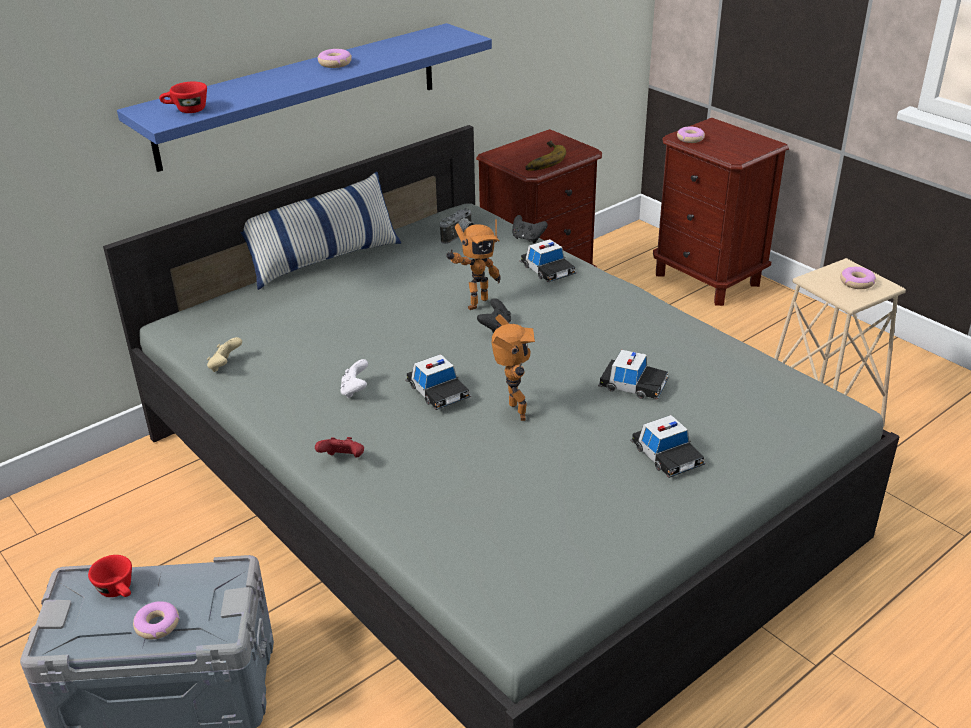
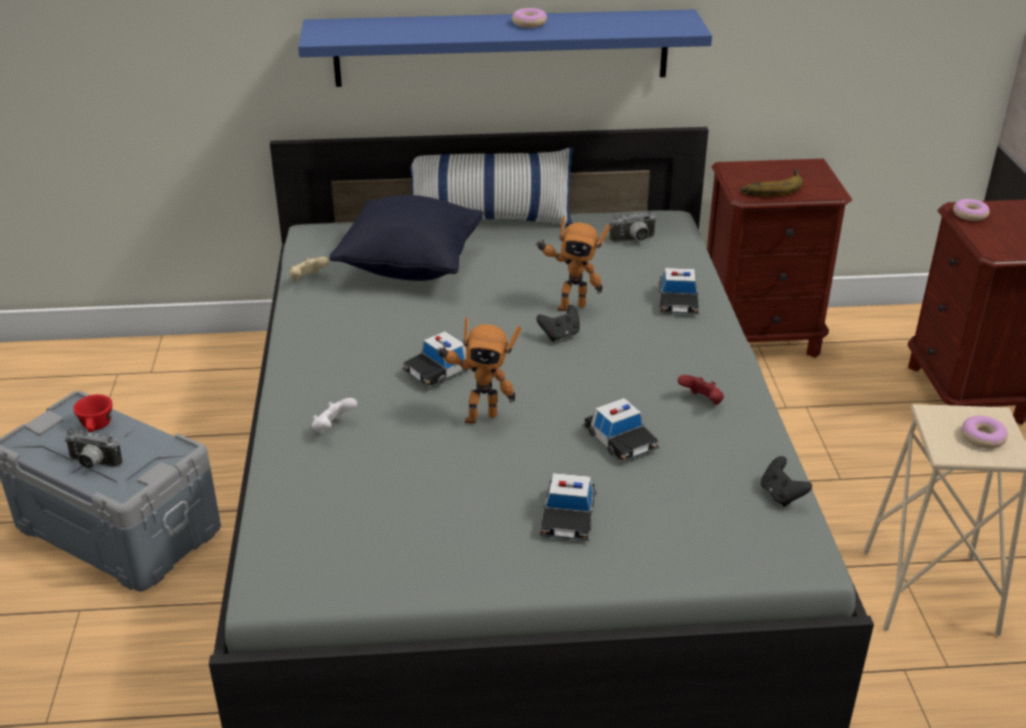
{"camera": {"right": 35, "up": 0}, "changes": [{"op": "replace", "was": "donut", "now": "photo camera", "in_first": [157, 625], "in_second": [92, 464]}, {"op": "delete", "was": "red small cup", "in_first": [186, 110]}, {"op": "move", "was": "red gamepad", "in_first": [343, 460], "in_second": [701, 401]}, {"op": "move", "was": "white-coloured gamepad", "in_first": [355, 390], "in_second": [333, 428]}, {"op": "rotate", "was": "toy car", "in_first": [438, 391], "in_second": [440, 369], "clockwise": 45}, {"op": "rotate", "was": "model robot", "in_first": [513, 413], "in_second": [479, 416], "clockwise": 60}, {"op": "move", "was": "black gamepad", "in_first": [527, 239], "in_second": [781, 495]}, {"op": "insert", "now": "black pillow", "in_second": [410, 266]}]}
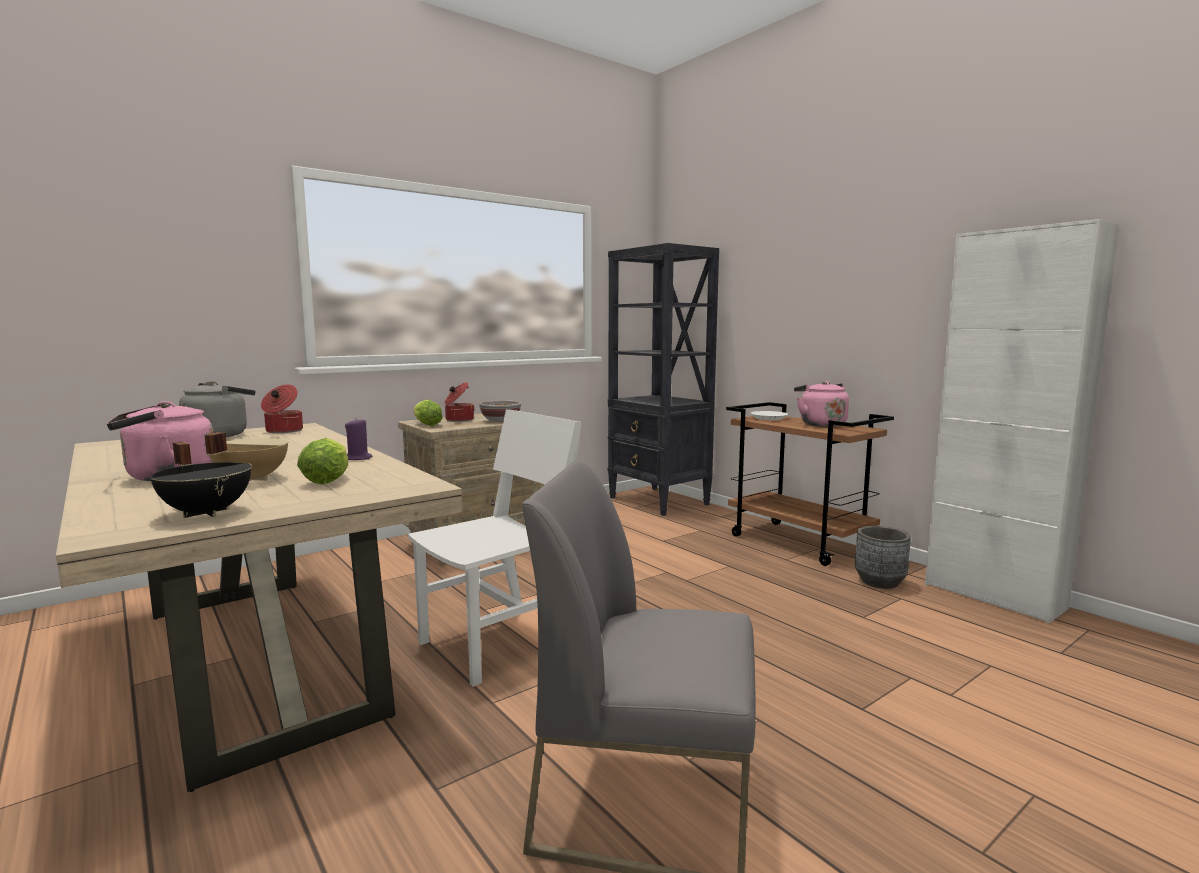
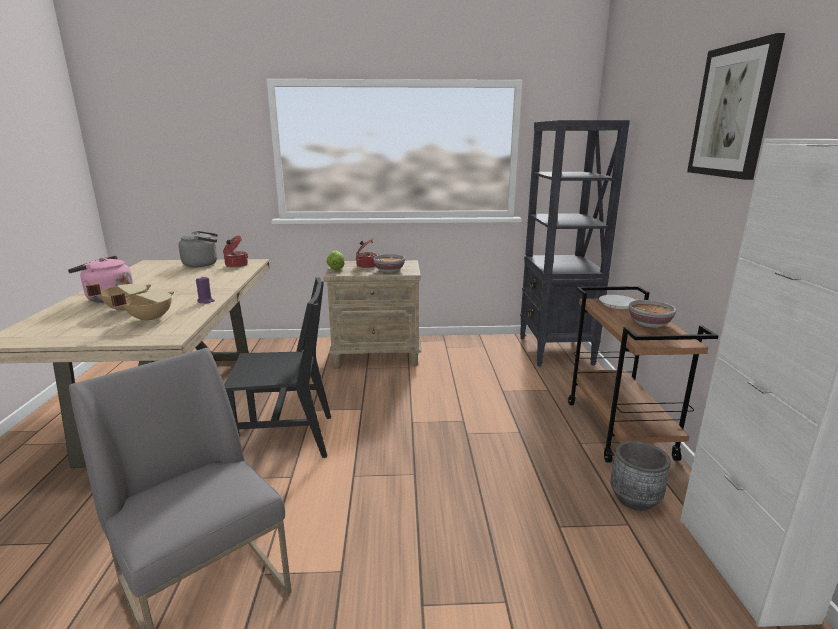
{"camera": {"right": 35, "up": 10}, "changes": [{"op": "delete", "was": "black cooking pot", "in_first": [208, 512]}, {"op": "replace", "was": "head of lettuce", "now": "sand-coloured cooking pot", "in_first": [329, 480], "in_second": [150, 319]}, {"op": "recolor", "was": "white-coloured plain chair", "now": "black plain chair", "in_first": [500, 643], "in_second": [287, 438]}, {"op": "replace", "was": "pinkish kettle", "now": "deep dish", "in_first": [820, 424], "in_second": [649, 324]}, {"op": "insert", "now": "wall picture", "in_second": [733, 112]}]}
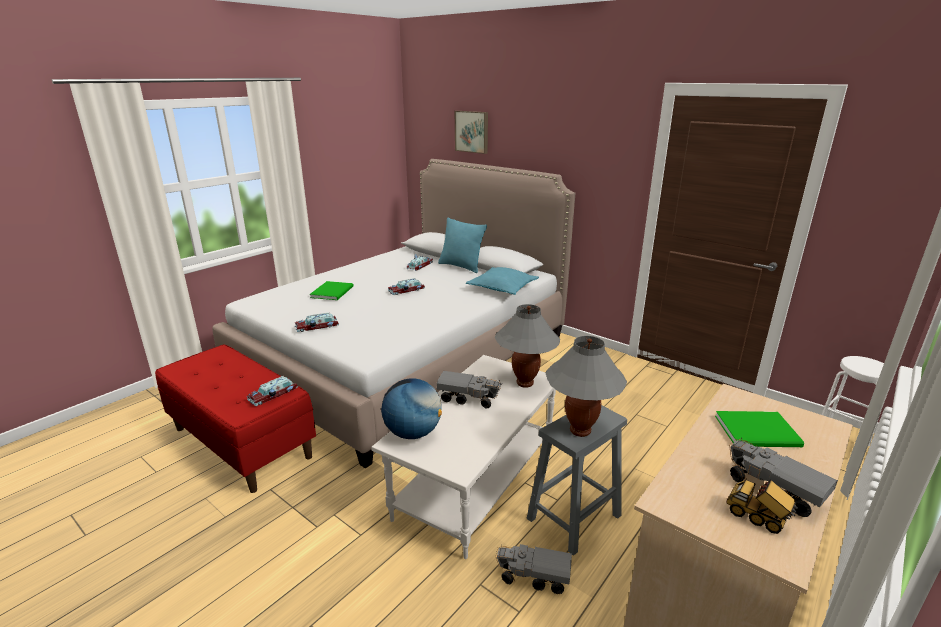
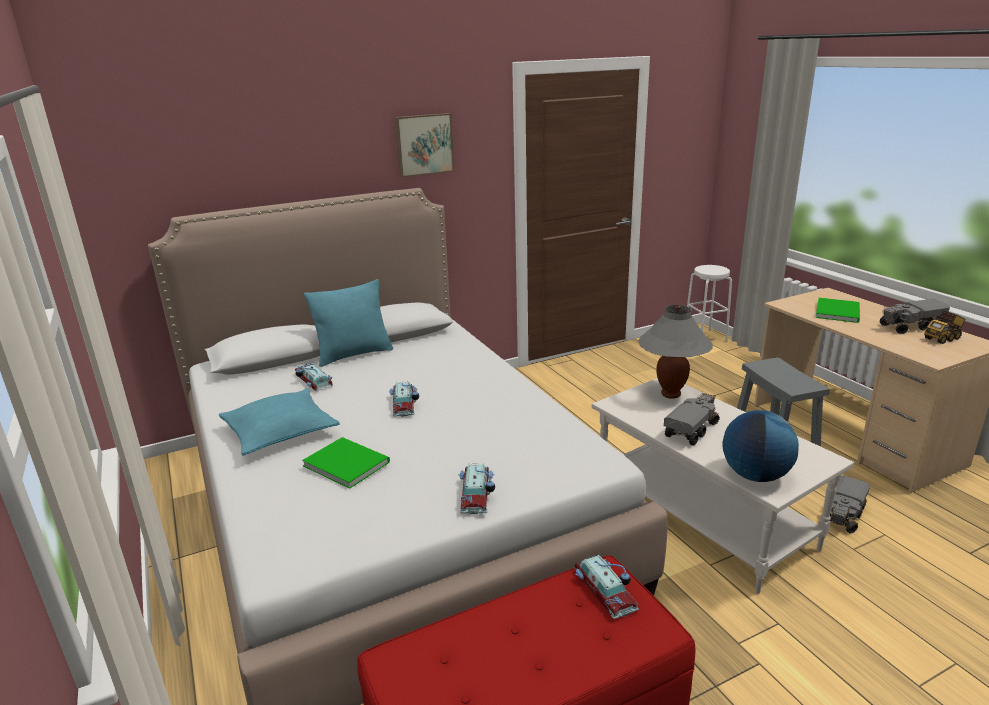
{"camera": {"right": -65, "up": 0}, "changes": [{"op": "move", "was": "wall picture", "in_first": [472, 131], "in_second": [424, 144]}, {"op": "move", "was": "blue-green pillow", "in_first": [502, 288], "in_second": [280, 432]}, {"op": "delete", "was": "greyish lamp for a table", "in_first": [580, 430]}]}
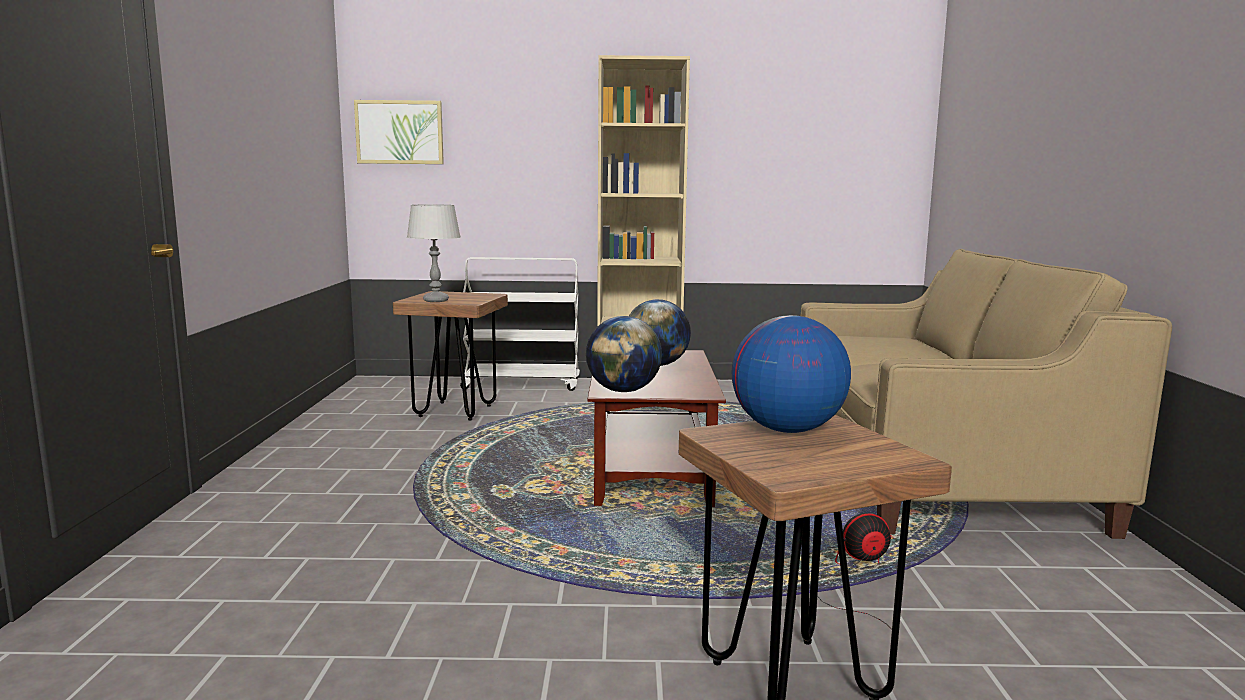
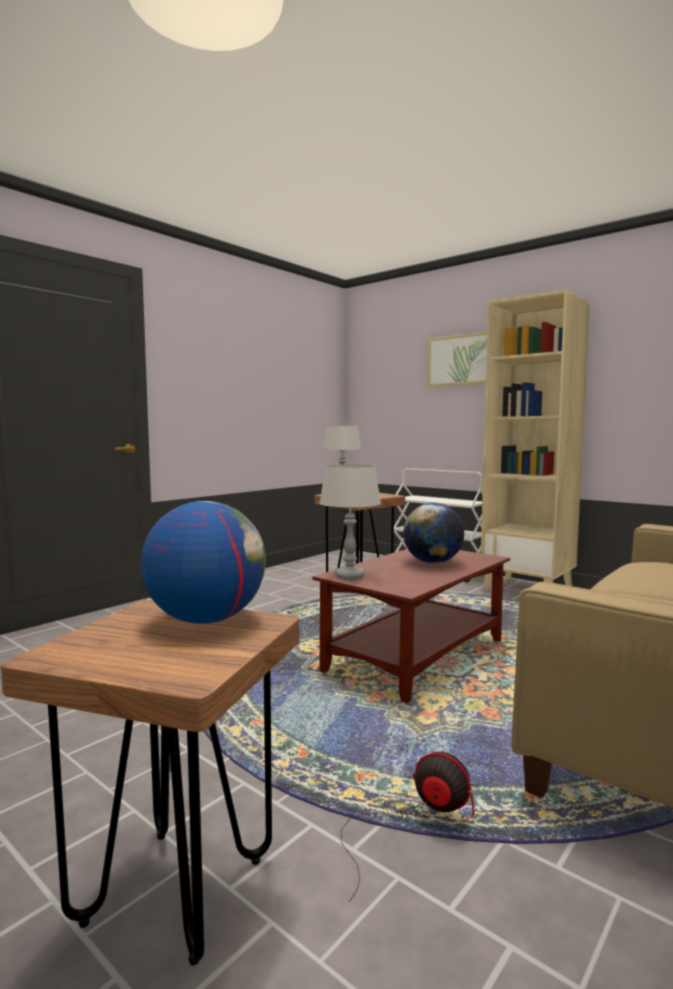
{"camera": {"right": 40, "up": -5}, "changes": [{"op": "move", "was": "wall picture", "in_first": [399, 132], "in_second": [459, 360]}, {"op": "replace", "was": "globe", "now": "greyish lamp for a table", "in_first": [623, 391], "in_second": [350, 576]}]}
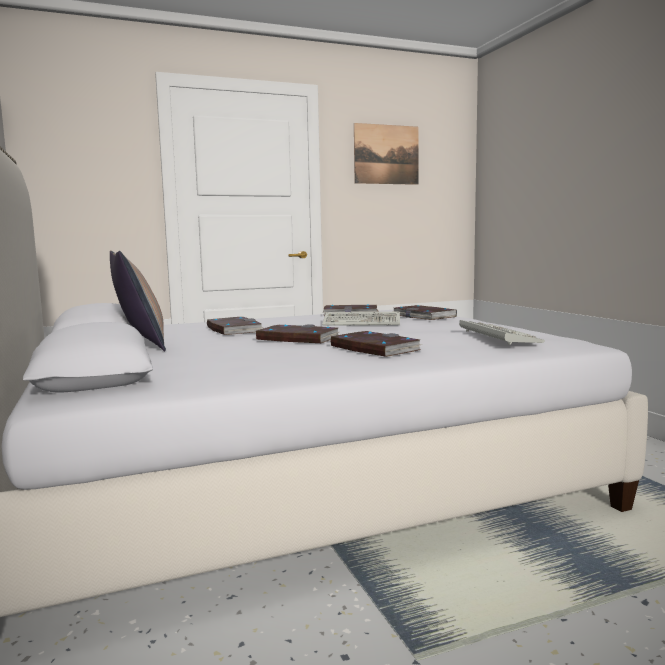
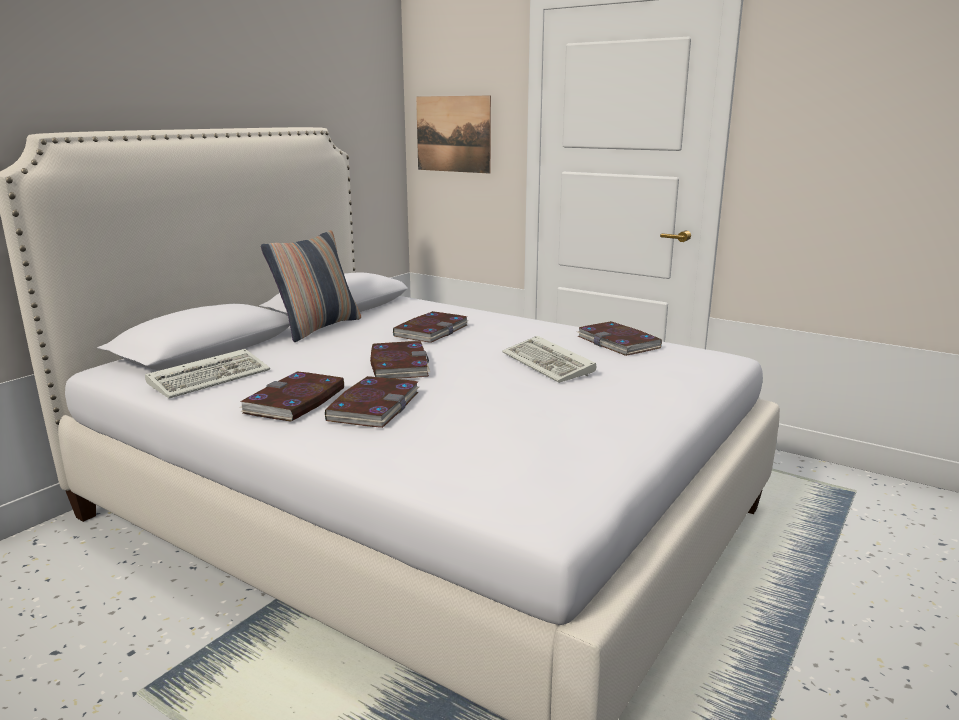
{"camera": {"right": 55, "up": 10}, "changes": [{"op": "move", "was": "wall picture", "in_first": [386, 154], "in_second": [453, 134]}, {"op": "move", "was": "book", "in_first": [424, 316], "in_second": [295, 401]}, {"op": "move", "was": "PC keyboard", "in_first": [495, 336], "in_second": [212, 377]}]}
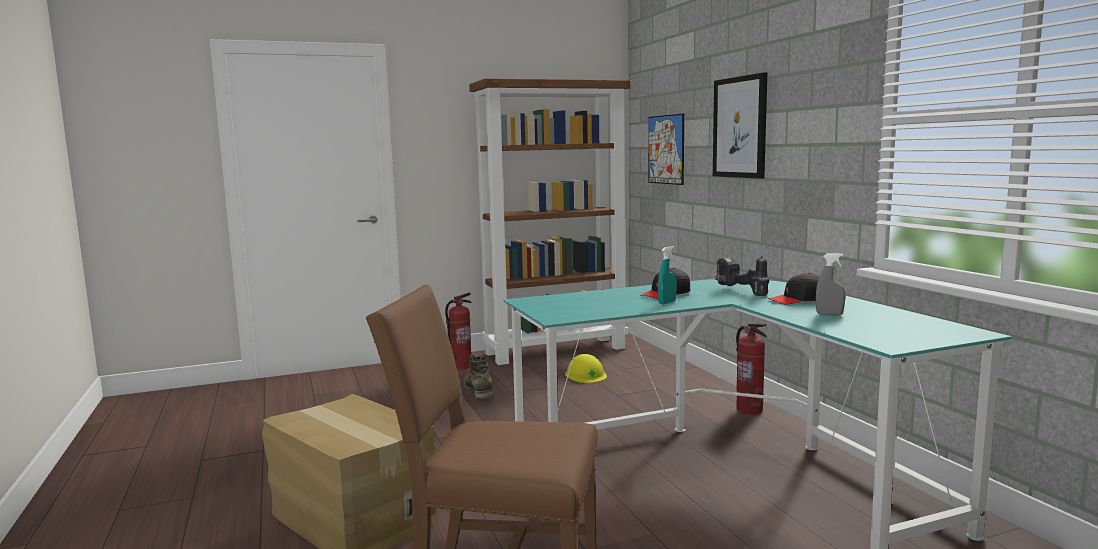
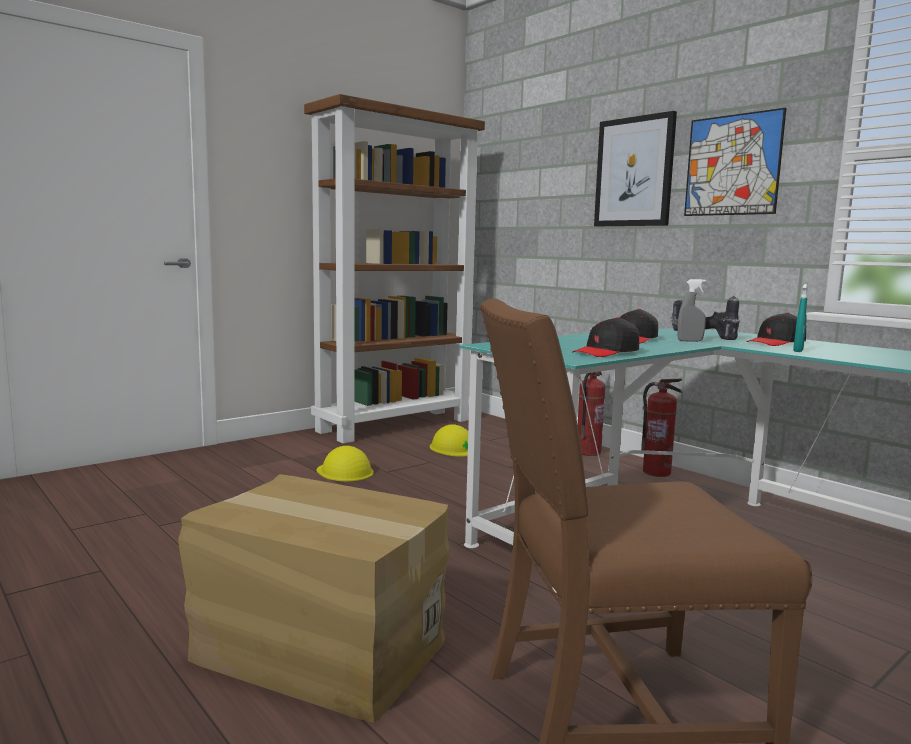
{"camera": {"right": -20, "up": 0}, "changes": [{"op": "move", "was": "fire extinguisher", "in_first": [461, 366], "in_second": [588, 452]}, {"op": "replace", "was": "greenish tall boot", "now": "yellowish work helmet", "in_first": [478, 390], "in_second": [345, 471]}, {"op": "move", "was": "wall picture", "in_first": [666, 149], "in_second": [732, 165]}, {"op": "move", "was": "blue-green spray bottle", "in_first": [667, 302], "in_second": [798, 350]}, {"op": "move", "was": "greyish spray bottle", "in_first": [829, 314], "in_second": [690, 341]}, {"op": "insert", "now": "black baseball cap", "in_second": [606, 352]}]}
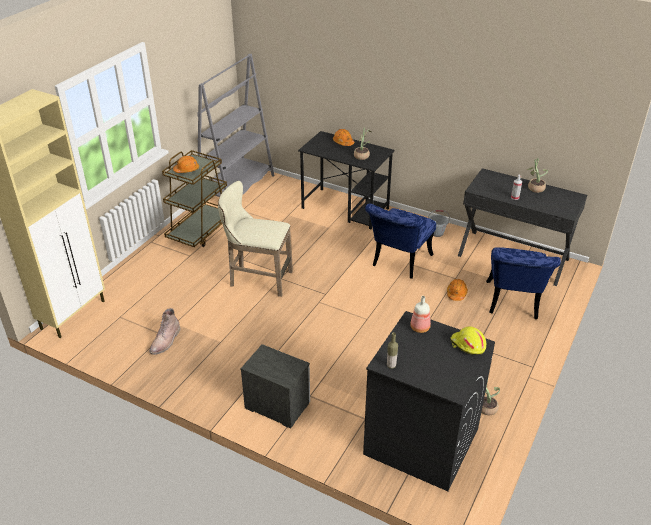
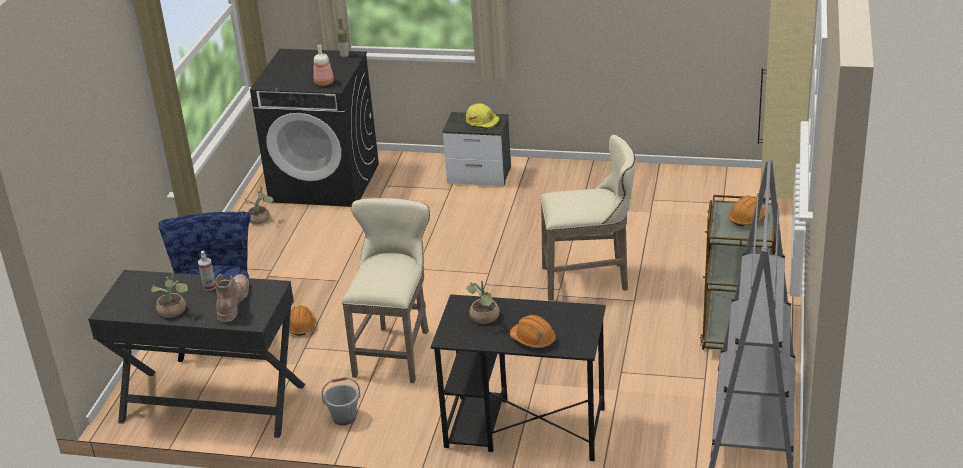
{"camera": {"right": 165, "up": -5}, "changes": [{"op": "move", "was": "brown-coloured tall boot", "in_first": [166, 341], "in_second": [232, 302]}, {"op": "replace", "was": "blue-coloured plain chair", "now": "sand-coloured stool seat", "in_first": [398, 263], "in_second": [396, 350]}, {"op": "move", "was": "yellowish work helmet", "in_first": [467, 345], "in_second": [482, 122]}]}
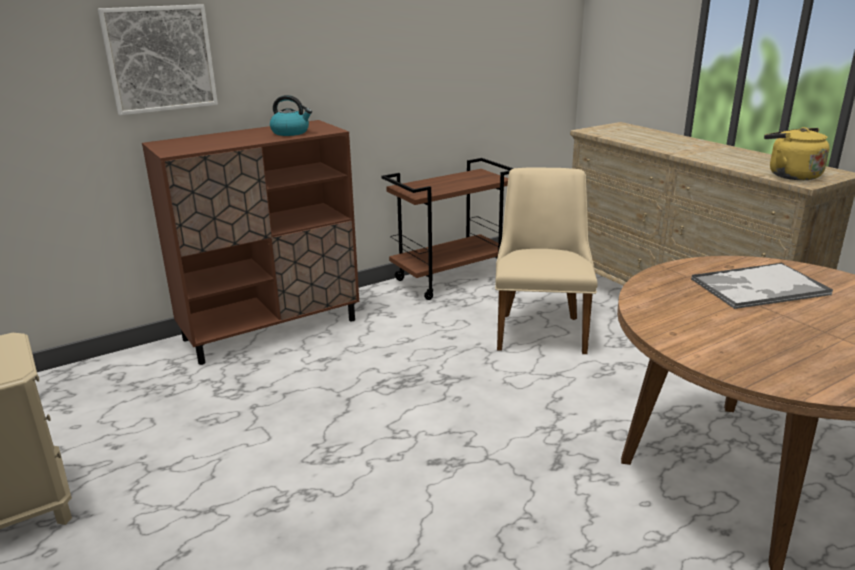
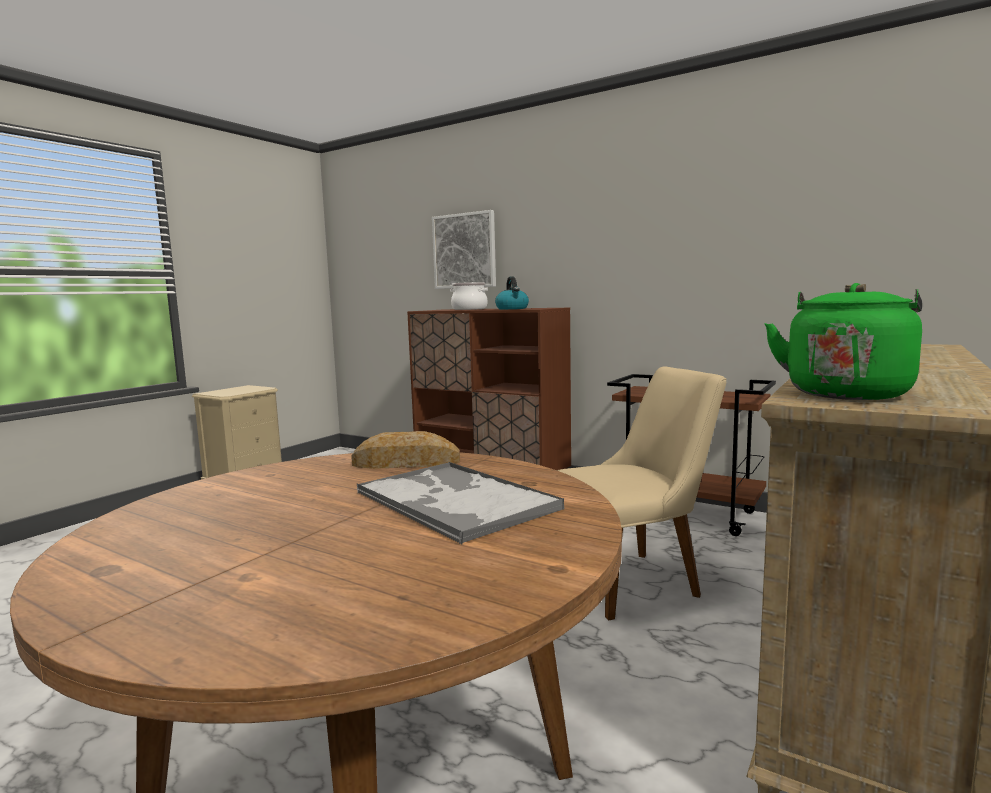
{"camera": {"right": 65, "up": -15}, "changes": [{"op": "recolor", "was": "yellowish kettle", "now": "greenish kettle", "in_first": [790, 175], "in_second": [847, 393]}, {"op": "insert", "now": "bread", "in_second": [406, 463]}, {"op": "insert", "now": "cooking pot", "in_second": [469, 309]}]}
